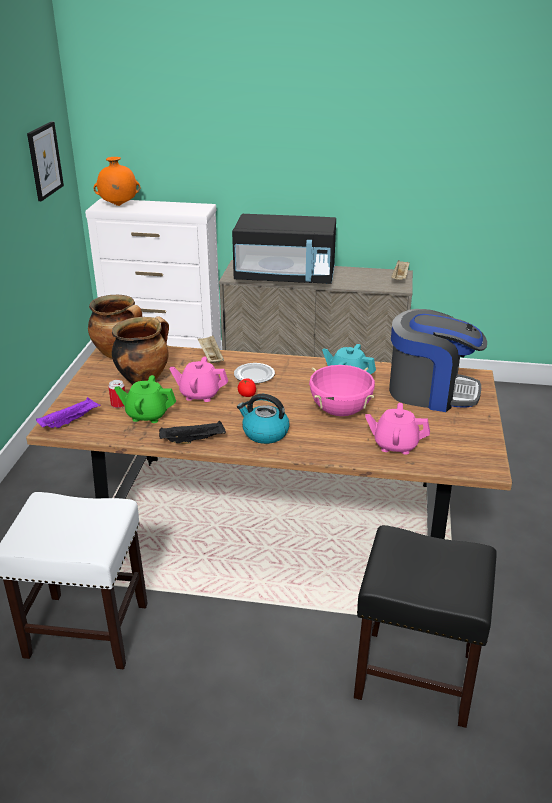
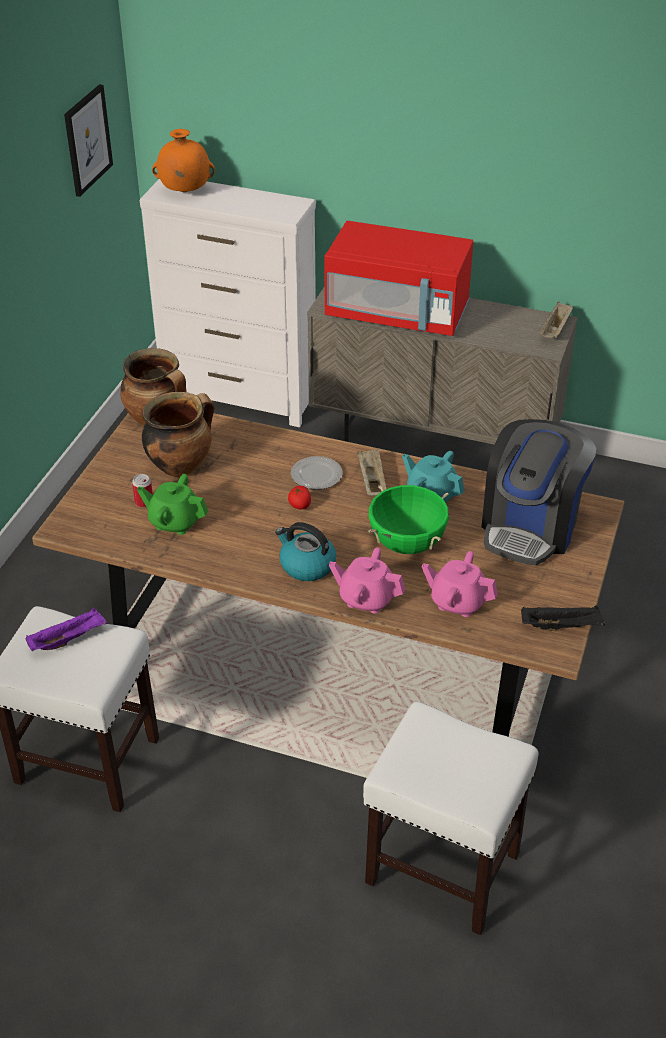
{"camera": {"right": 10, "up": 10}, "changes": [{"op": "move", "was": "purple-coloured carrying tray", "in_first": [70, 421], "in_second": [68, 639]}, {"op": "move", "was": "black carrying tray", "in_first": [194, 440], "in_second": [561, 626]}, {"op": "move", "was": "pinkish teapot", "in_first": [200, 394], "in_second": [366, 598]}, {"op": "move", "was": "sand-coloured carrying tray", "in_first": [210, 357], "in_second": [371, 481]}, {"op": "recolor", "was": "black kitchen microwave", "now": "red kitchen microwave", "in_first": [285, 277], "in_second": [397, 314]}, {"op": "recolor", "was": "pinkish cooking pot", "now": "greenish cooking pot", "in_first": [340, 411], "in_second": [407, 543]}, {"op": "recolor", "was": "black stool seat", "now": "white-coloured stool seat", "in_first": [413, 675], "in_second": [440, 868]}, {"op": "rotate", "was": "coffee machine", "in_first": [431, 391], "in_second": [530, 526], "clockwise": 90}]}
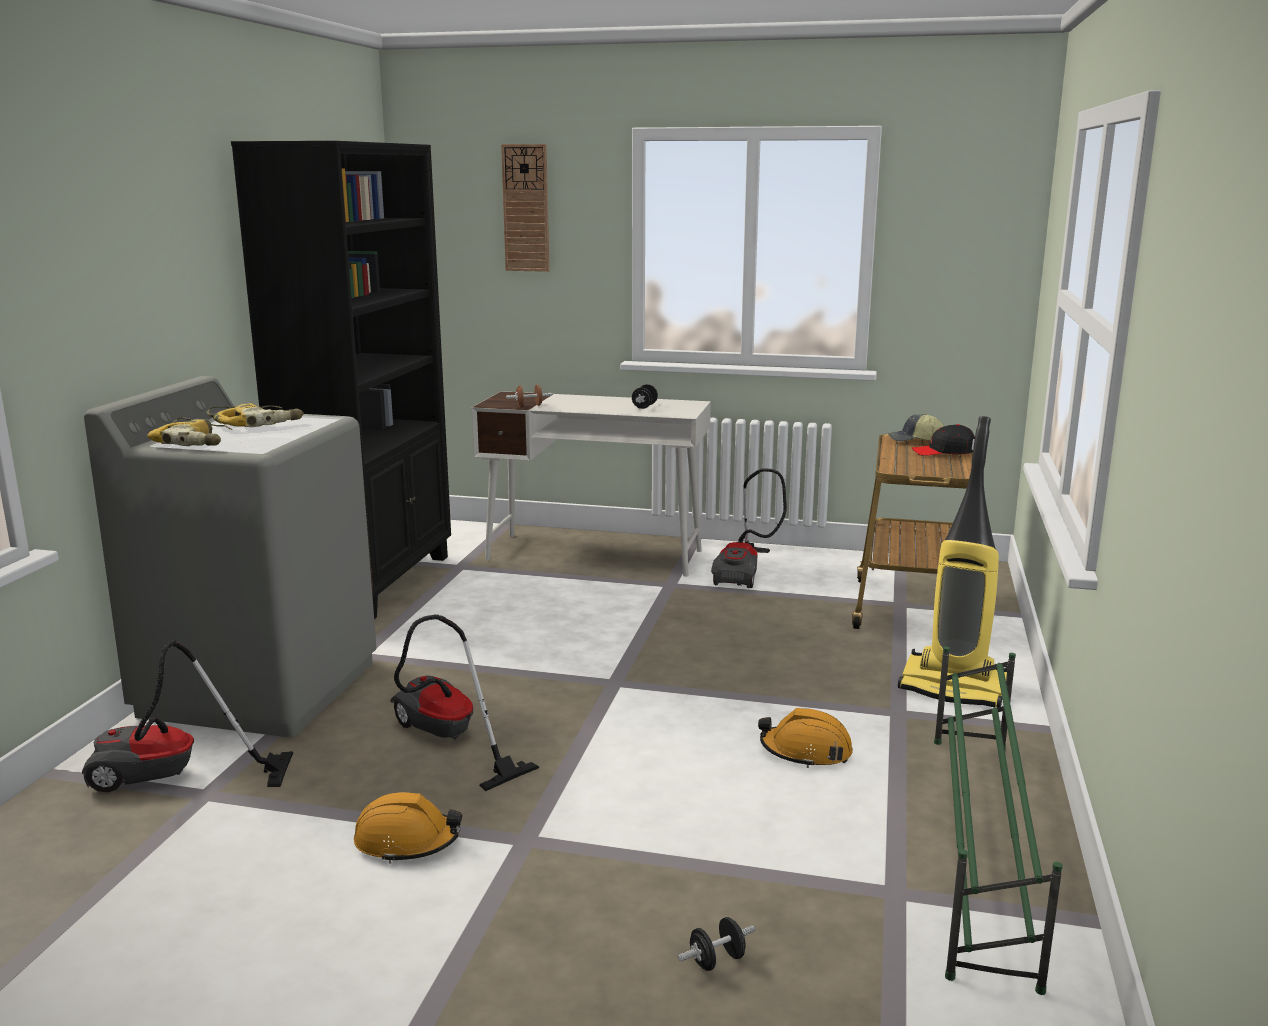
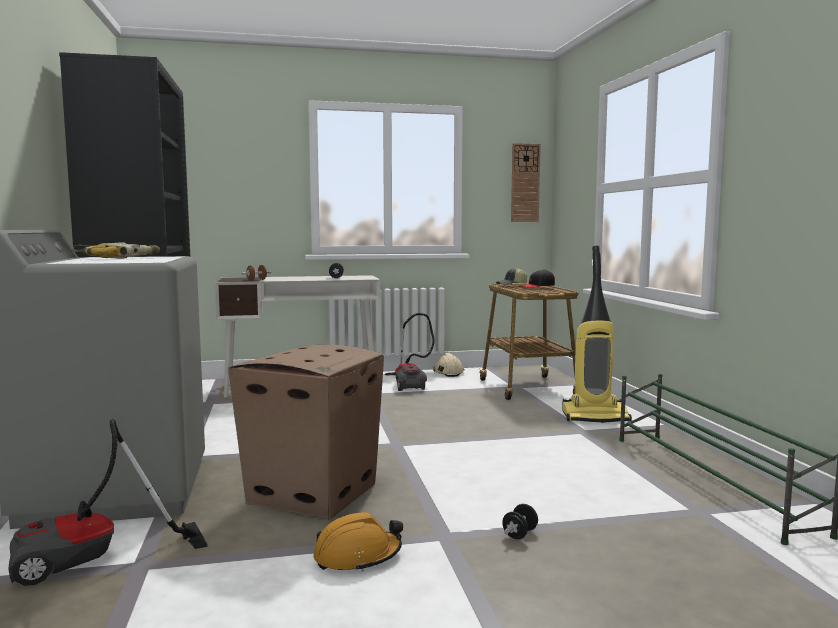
{"camera": {"right": -25, "up": -10}, "changes": [{"op": "delete", "was": "drill", "in_first": [195, 442]}, {"op": "replace", "was": "vacuum", "now": "carton", "in_first": [446, 740], "in_second": [314, 493]}, {"op": "move", "was": "wall clock", "in_first": [526, 208], "in_second": [525, 183]}, {"op": "move", "was": "black hand weight", "in_first": [717, 960], "in_second": [520, 534]}, {"op": "delete", "was": "orange-coloured work helmet", "in_first": [806, 752]}, {"op": "insert", "now": "sand-coloured work helmet", "in_second": [448, 372]}]}
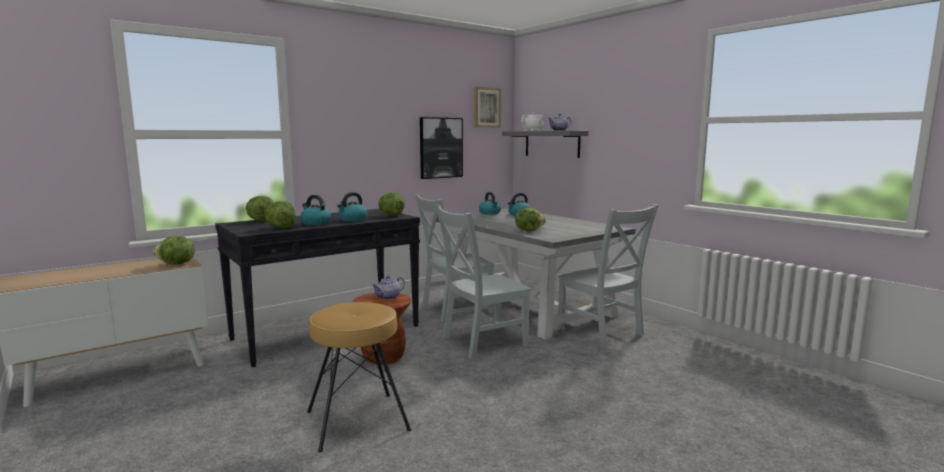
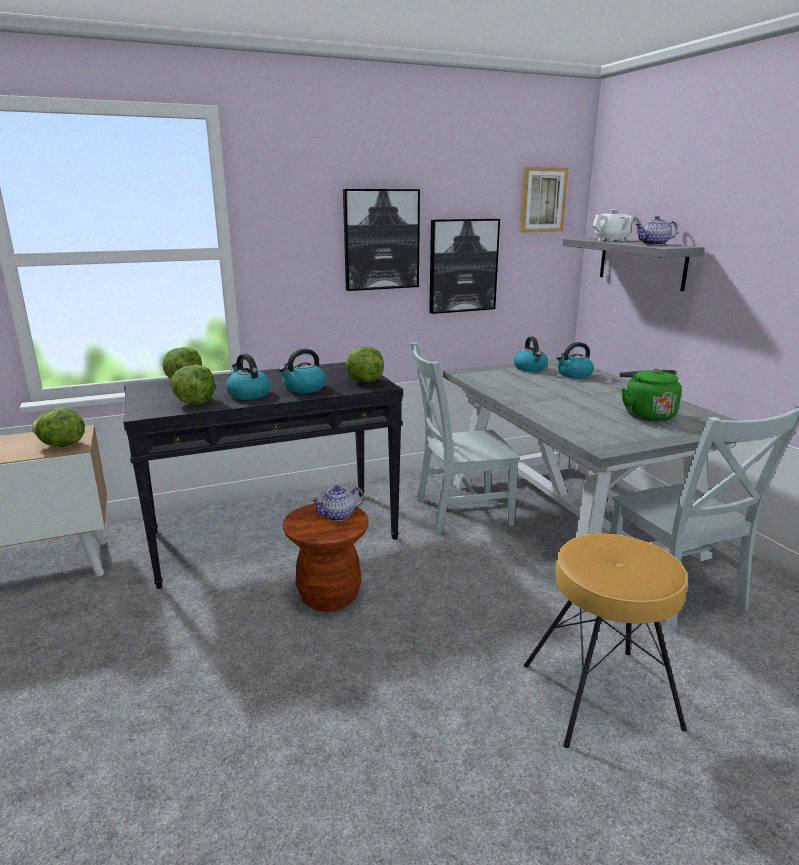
{"camera": {"right": 15, "up": 10}, "changes": [{"op": "move", "was": "brown-coloured stool seat", "in_first": [357, 421], "in_second": [600, 696]}, {"op": "delete", "was": "greyish plain chair", "in_first": [481, 342]}, {"op": "delete", "was": "head of lettuce", "in_first": [528, 230]}, {"op": "insert", "now": "wall picture", "in_second": [381, 239]}, {"op": "insert", "now": "greenish kettle", "in_second": [646, 415]}]}
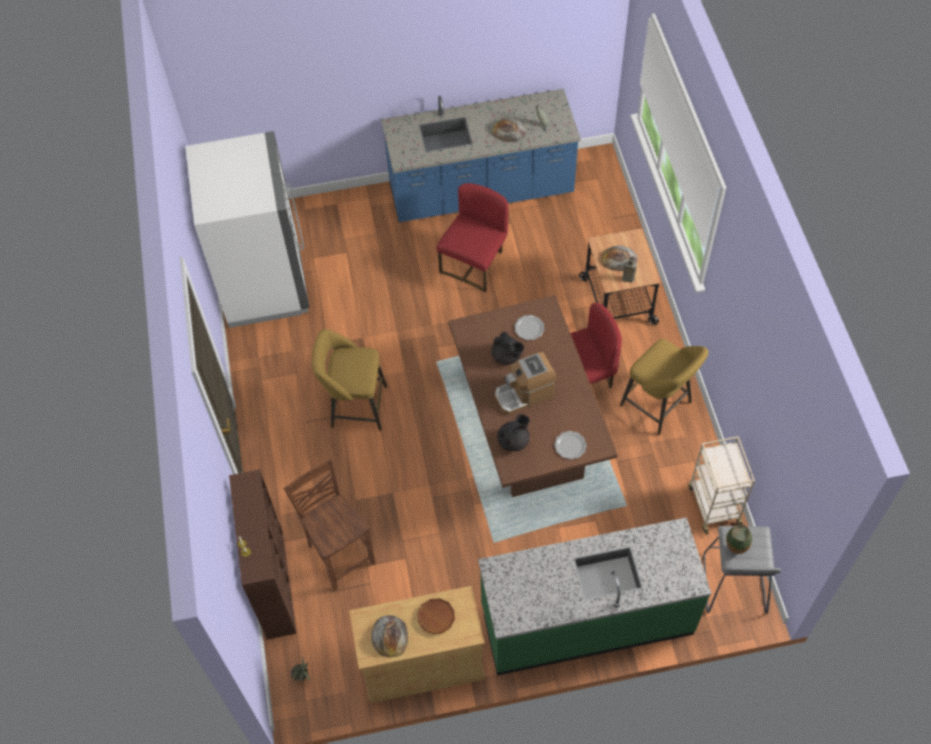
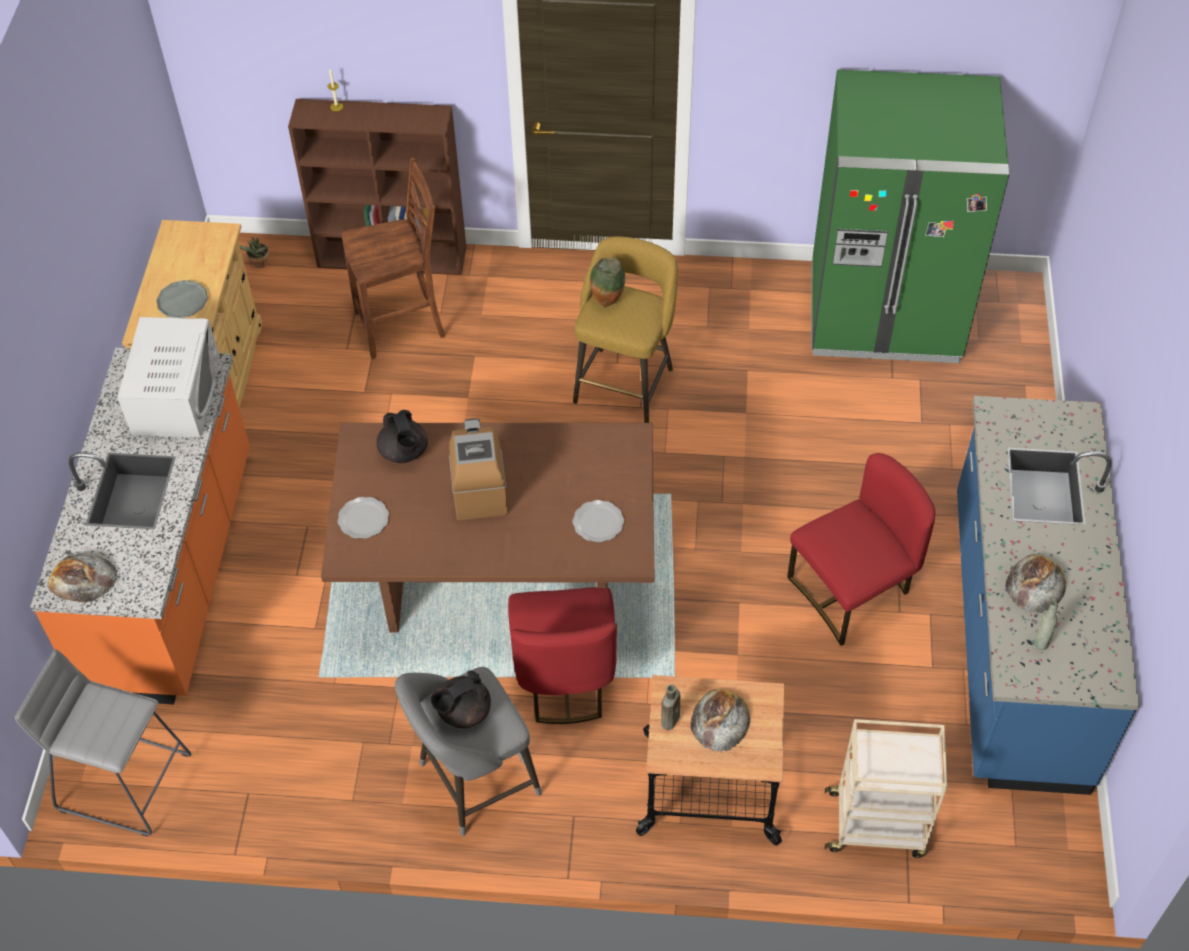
{"camera": {"right": 105, "up": -5}, "changes": [{"op": "recolor", "was": "white-coloured kitchen fridge", "now": "greenish kitchen fridge", "in_first": [264, 283], "in_second": [884, 315]}, {"op": "move", "was": "bread", "in_first": [390, 636], "in_second": [82, 578]}, {"op": "recolor", "was": "brown-coloured plate", "now": "greyish plate", "in_first": [436, 617], "in_second": [183, 302]}, {"op": "rotate", "was": "red plain chair", "in_first": [475, 263], "in_second": [852, 591], "clockwise": -75}, {"op": "recolor", "was": "greenish counter", "now": "orange-coloured counter", "in_first": [586, 619], "in_second": [174, 572]}, {"op": "move", "was": "black teapot", "in_first": [507, 356], "in_second": [463, 711]}, {"op": "recolor", "was": "yellowish stool seat", "now": "greyish stool seat", "in_first": [659, 406], "in_second": [473, 782]}, {"op": "move", "was": "sand-coloured trolley", "in_first": [713, 504], "in_second": [878, 824]}, {"op": "move", "was": "decorative vase", "in_first": [735, 549], "in_second": [607, 302]}, {"op": "insert", "now": "white-coloured kitchen microwave", "in_second": [176, 395]}]}
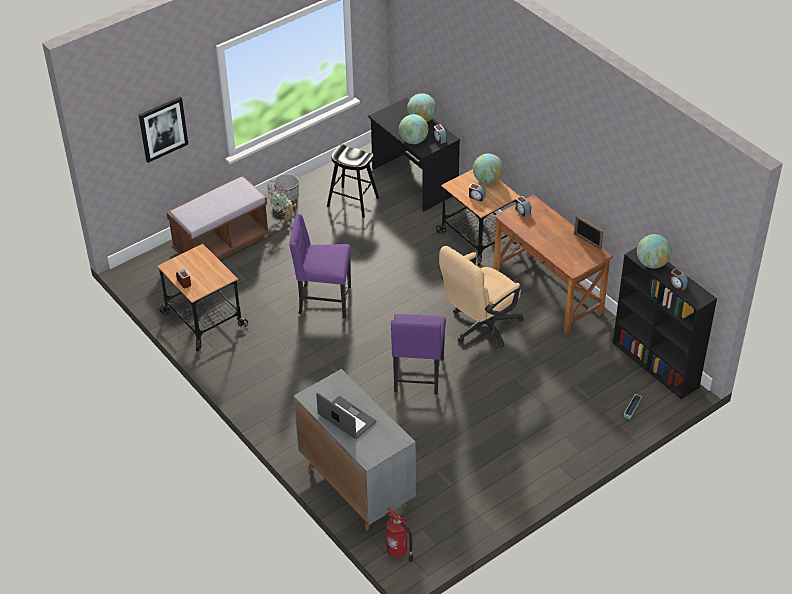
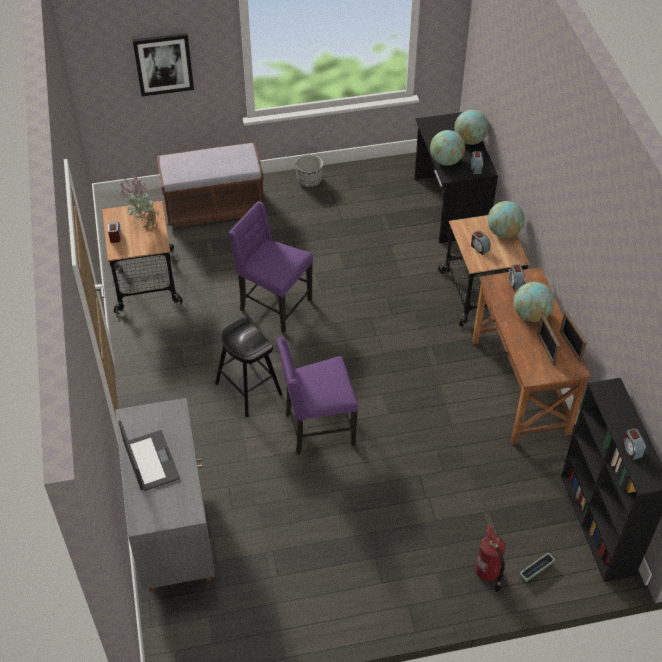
{"camera": {"right": 25, "up": 5}, "changes": [{"op": "move", "was": "potted plant", "in_first": [282, 218], "in_second": [143, 224]}, {"op": "move", "was": "black stool seat", "in_first": [353, 202], "in_second": [248, 389]}, {"op": "move", "was": "fire extinguisher", "in_first": [398, 552], "in_second": [487, 574]}, {"op": "rotate", "was": "purple-coloured plain chair", "in_first": [418, 376], "in_second": [317, 429], "clockwise": 45}, {"op": "delete", "was": "sand-coloured computer chair", "in_first": [480, 327]}, {"op": "move", "was": "globe", "in_first": [652, 263], "in_second": [531, 315]}, {"op": "insert", "now": "picture frame", "in_second": [545, 349]}]}
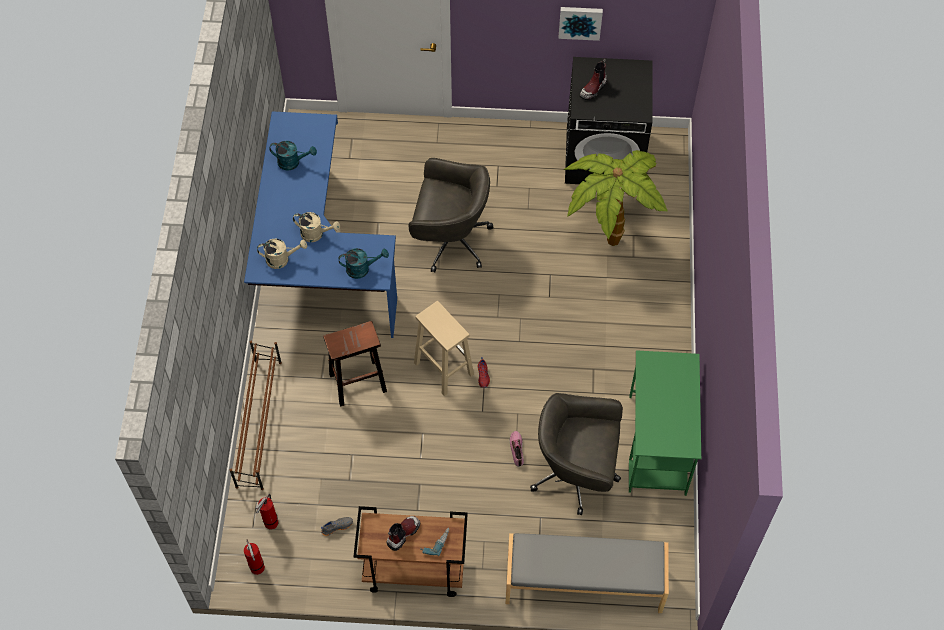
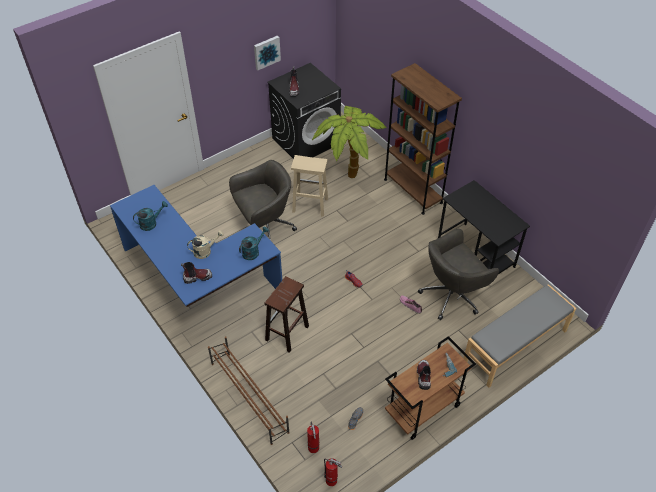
{"camera": {"right": -40, "up": -10}, "changes": [{"op": "replace", "was": "sand-coloured watering can", "now": "tall boot", "in_first": [282, 259], "in_second": [197, 277]}, {"op": "move", "was": "sand-coloured stool seat", "in_first": [443, 368], "in_second": [309, 205]}, {"op": "recolor", "was": "greenish desk unit", "now": "black desk unit", "in_first": [657, 445], "in_second": [476, 254]}, {"op": "insert", "now": "brown-coloured bookcase", "in_second": [413, 191]}]}
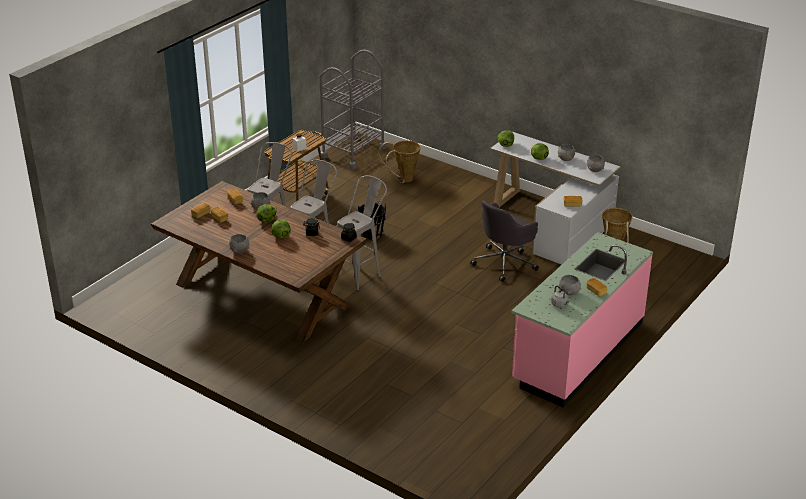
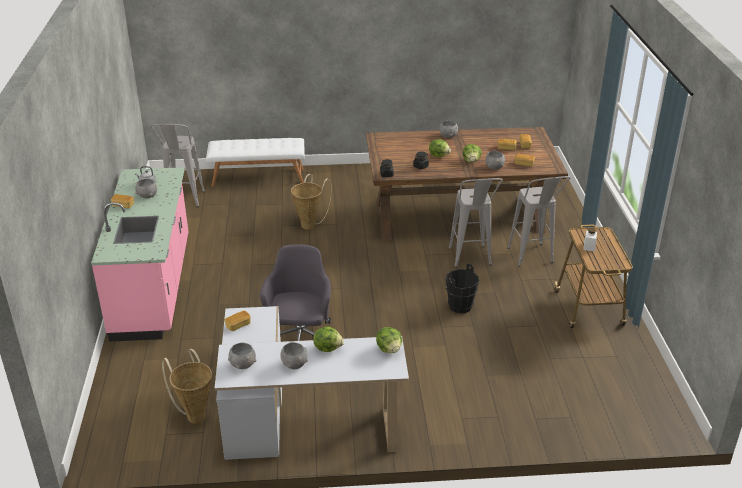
{"camera": {"right": 140, "up": 0}, "changes": [{"op": "delete", "was": "greyish trolley", "in_first": [353, 152]}, {"op": "move", "was": "greyish stool seat", "in_first": [362, 274], "in_second": [184, 202]}, {"op": "move", "was": "household basket", "in_first": [403, 180], "in_second": [310, 224]}, {"op": "insert", "now": "white-coloured indoor bench", "in_second": [258, 177]}]}
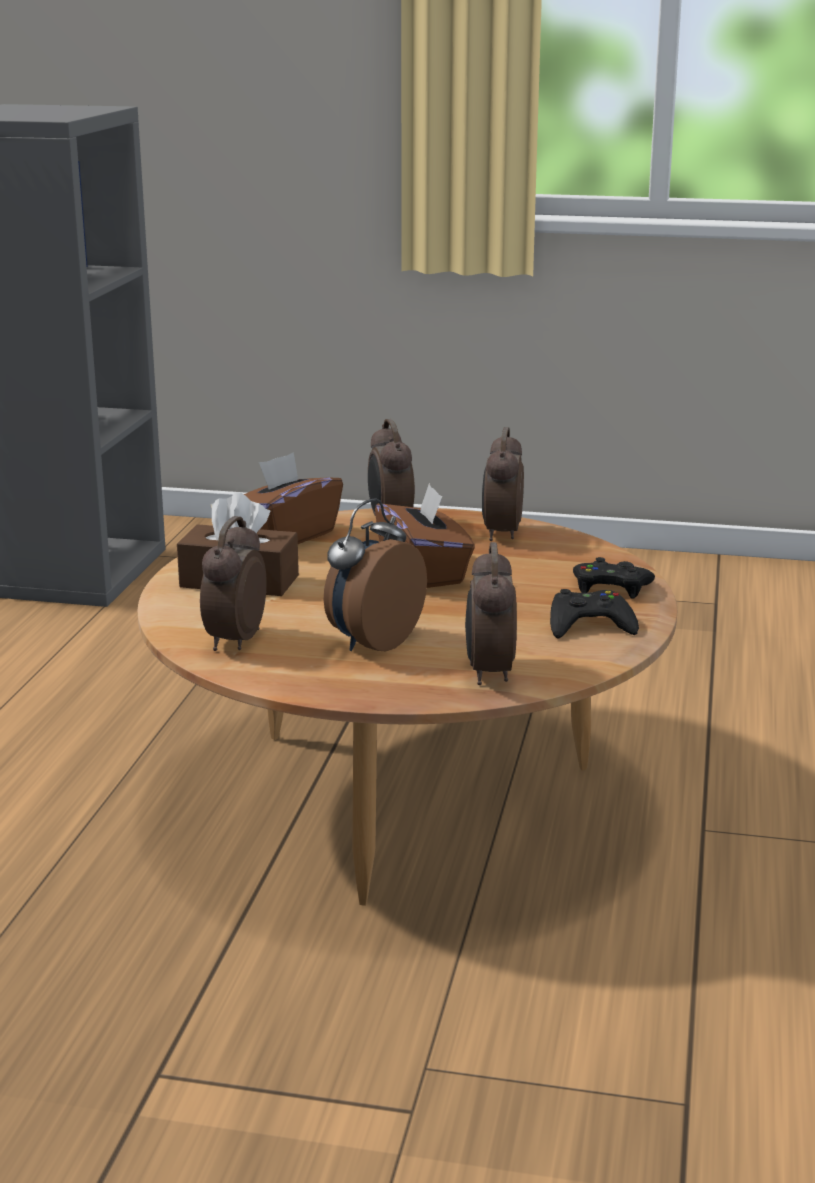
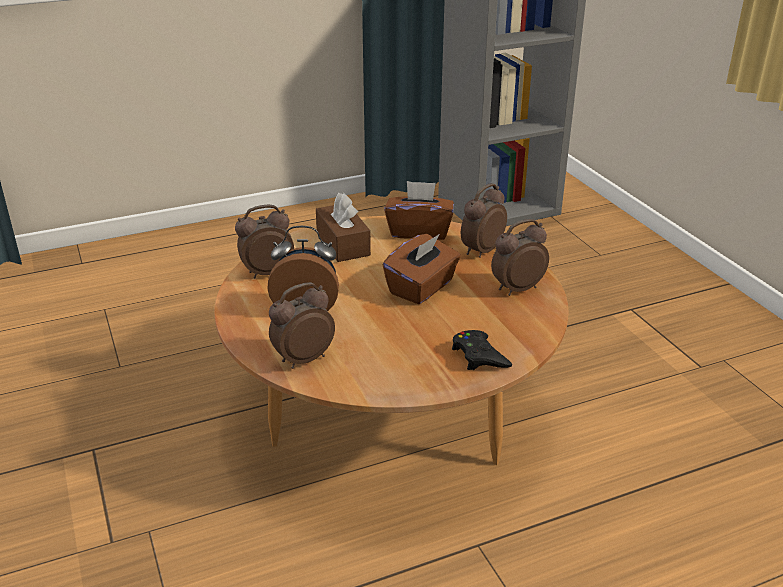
{"camera": {"right": 55, "up": 10}, "changes": [{"op": "delete", "was": "black gamepad", "in_first": [589, 625]}]}
